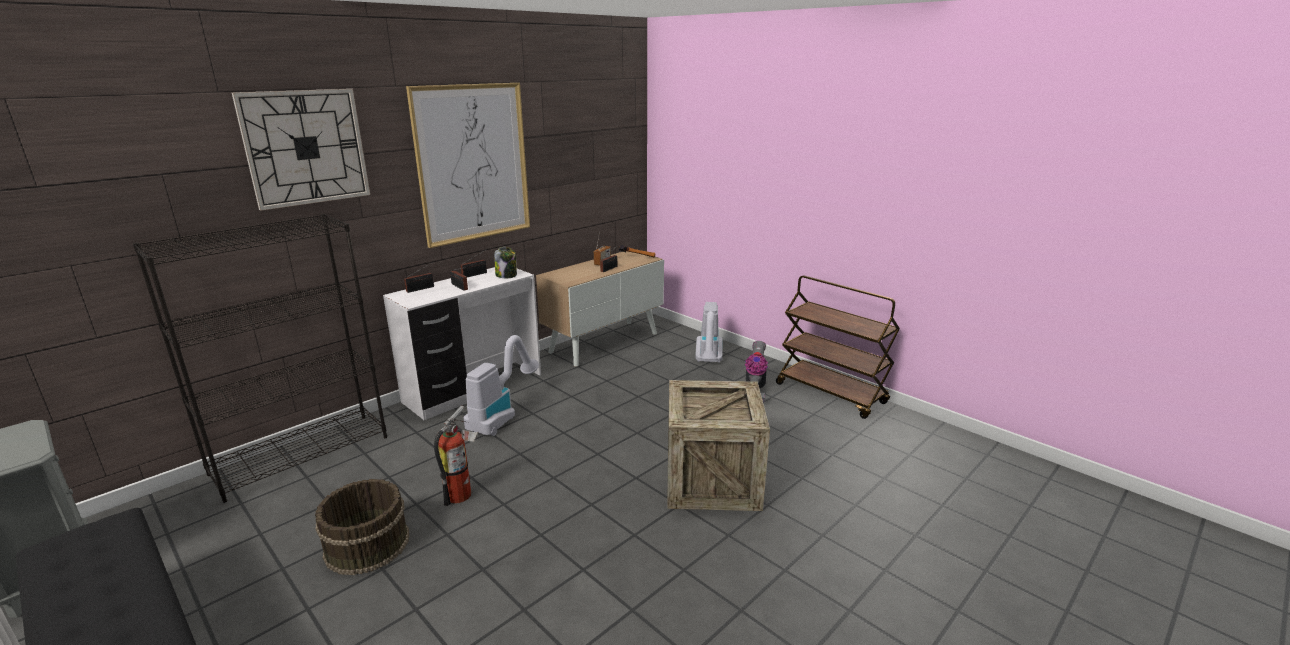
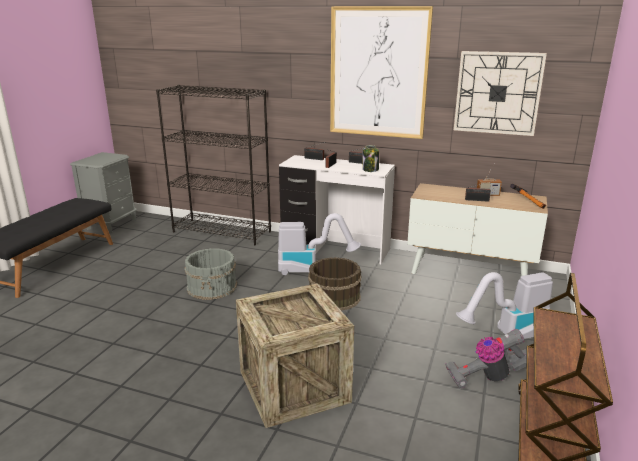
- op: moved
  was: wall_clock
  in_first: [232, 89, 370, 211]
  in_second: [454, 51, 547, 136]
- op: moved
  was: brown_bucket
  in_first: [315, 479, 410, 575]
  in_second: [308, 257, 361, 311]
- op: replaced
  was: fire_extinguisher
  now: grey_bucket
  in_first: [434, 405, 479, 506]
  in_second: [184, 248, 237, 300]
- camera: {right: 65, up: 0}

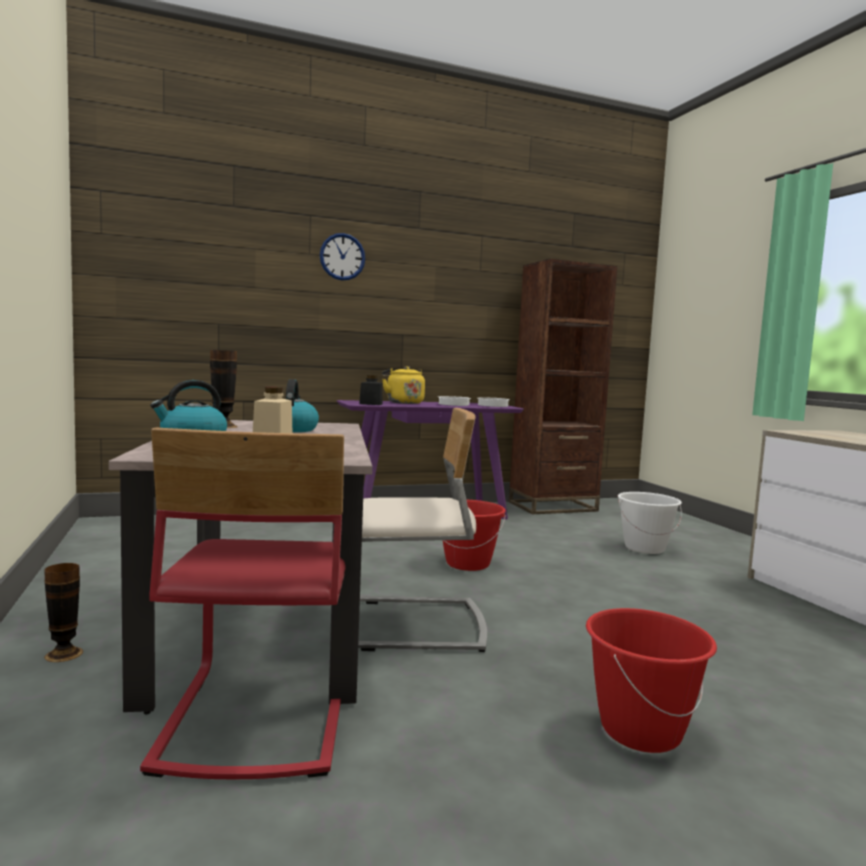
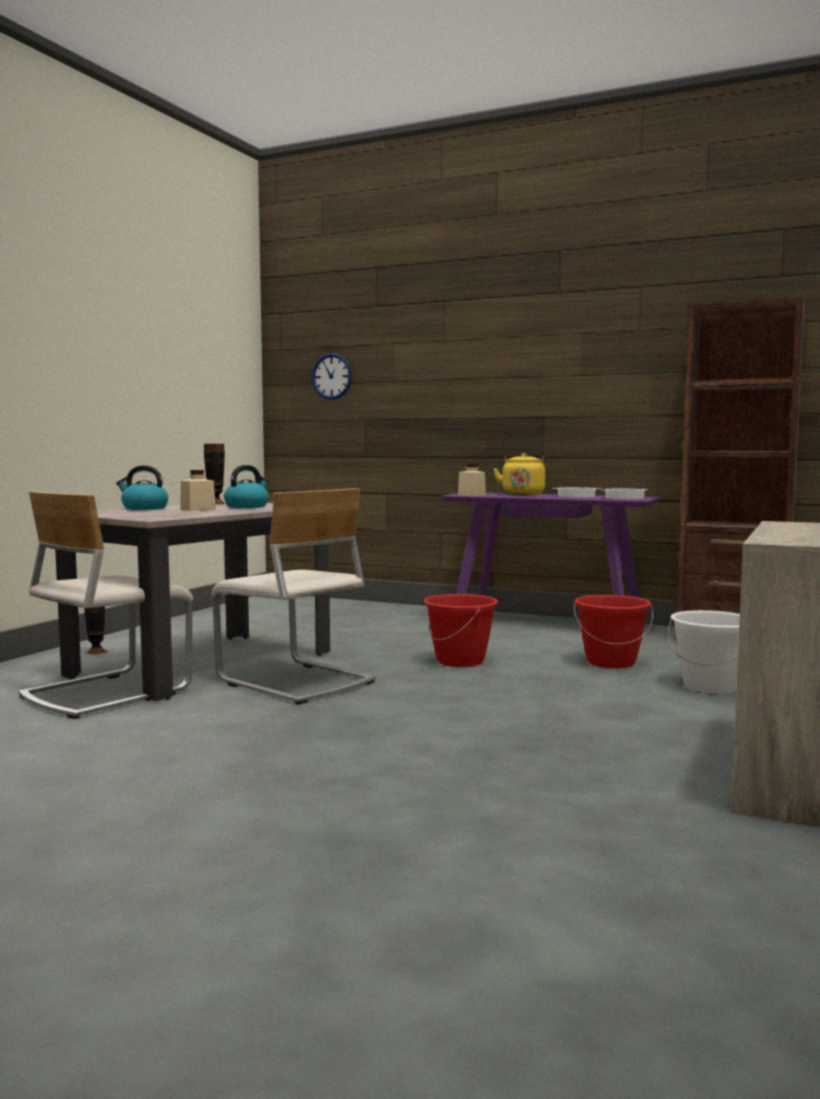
- op: moved
  was: wall_clock
  in_first: [320, 233, 365, 281]
  in_second: [312, 353, 352, 400]
- op: moved
  was: red_bucket
  in_first: [586, 608, 717, 753]
  in_second: [573, 595, 653, 668]
- op: recoloured
  was: red_chair
  now: beige_chair
  in_first: [140, 428, 346, 779]
  in_second: [18, 491, 193, 719]
- op: recoloured
  was: black_jar
  now: beige_jar
  in_first: [359, 375, 382, 405]
  in_second: [458, 464, 486, 496]
- camera: {right: 45, up: 0}

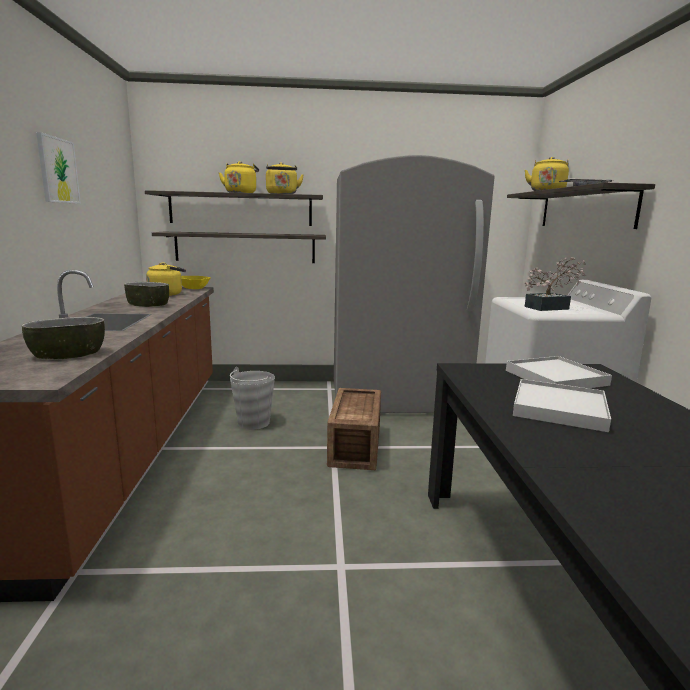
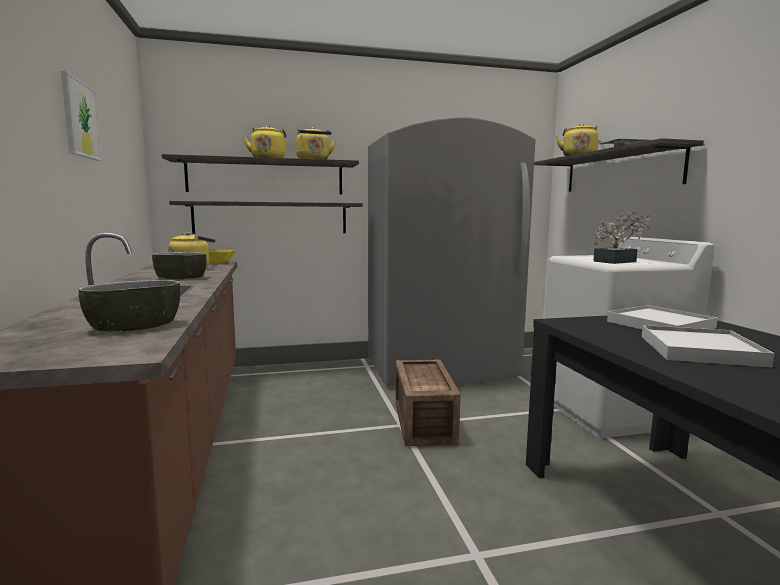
- op: removed
  was: grey_bucket
  in_first: [230, 367, 275, 430]
- camera: {right: -10, up: -5}

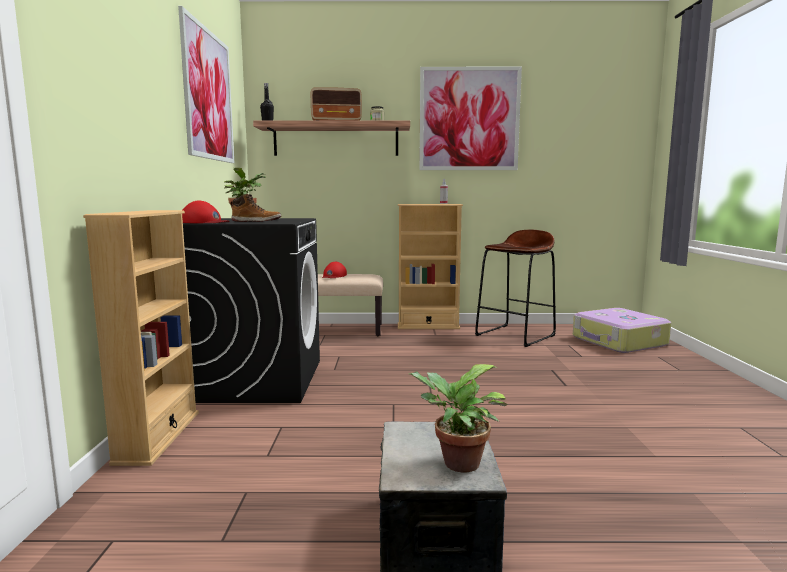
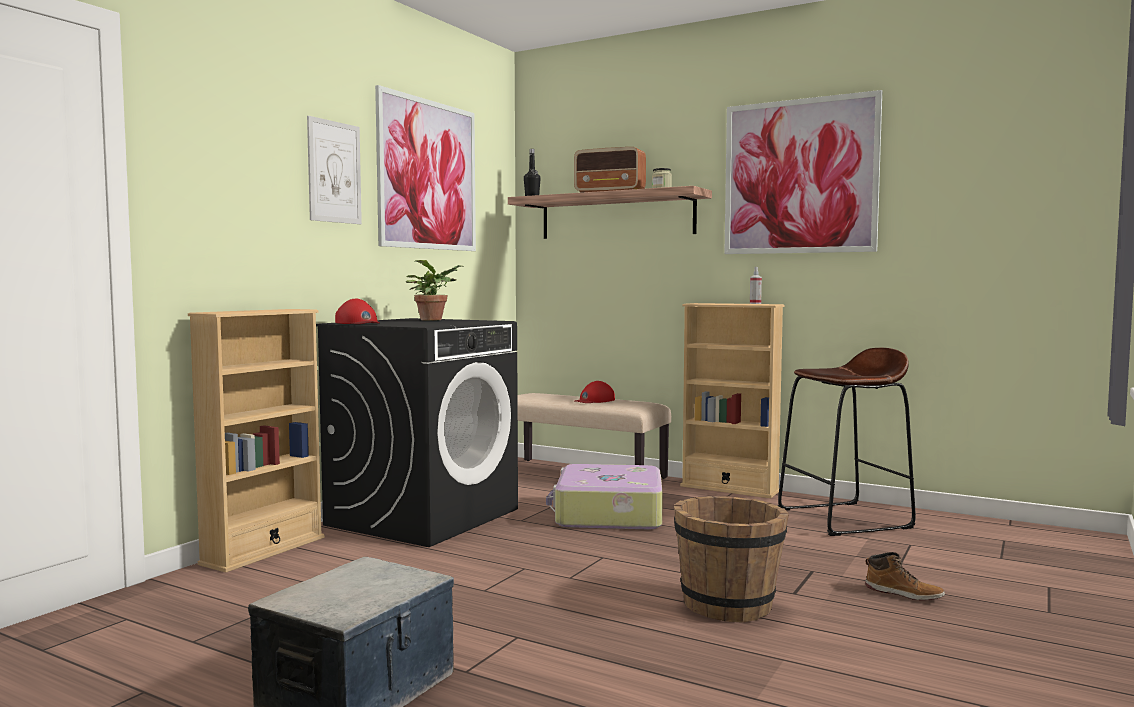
- op: removed
  was: potted_plant
  in_first: [409, 364, 507, 473]
- op: added
  now: picture
  in_second: [307, 116, 362, 224]
- op: added
  now: brown_bucket
  in_second: [674, 496, 789, 623]
- op: moved
  was: boot
  in_first: [230, 194, 281, 222]
  in_second: [865, 552, 945, 601]
- op: moved
  was: suitcase
  in_first: [573, 308, 671, 353]
  in_second: [546, 464, 663, 529]
- camera: {right: 30, up: -5}

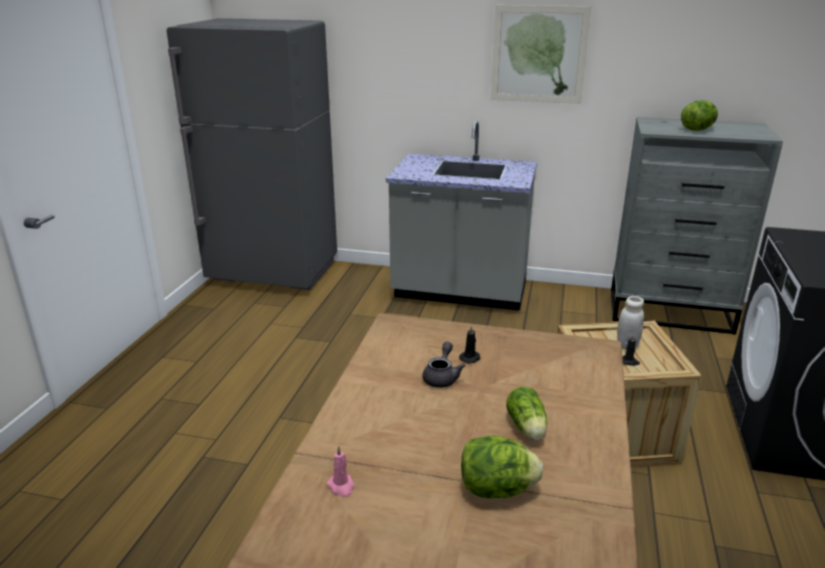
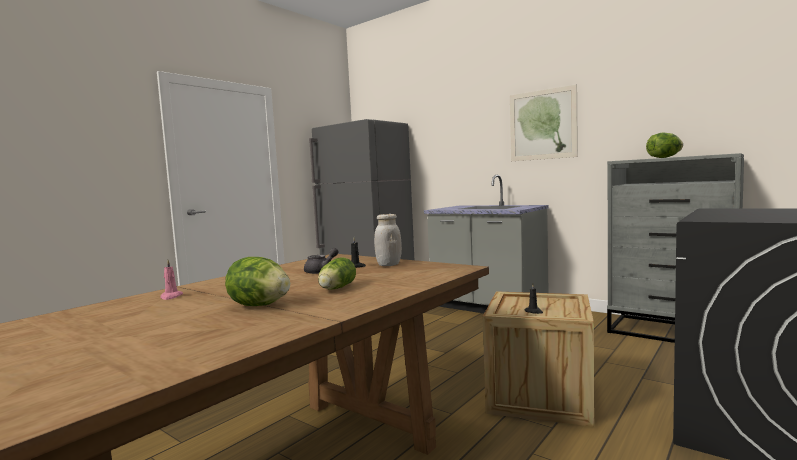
- op: moved
  was: white_jar
  in_first: [617, 296, 644, 350]
  in_second: [374, 214, 402, 266]
- camera: {right: 25, up: -20}

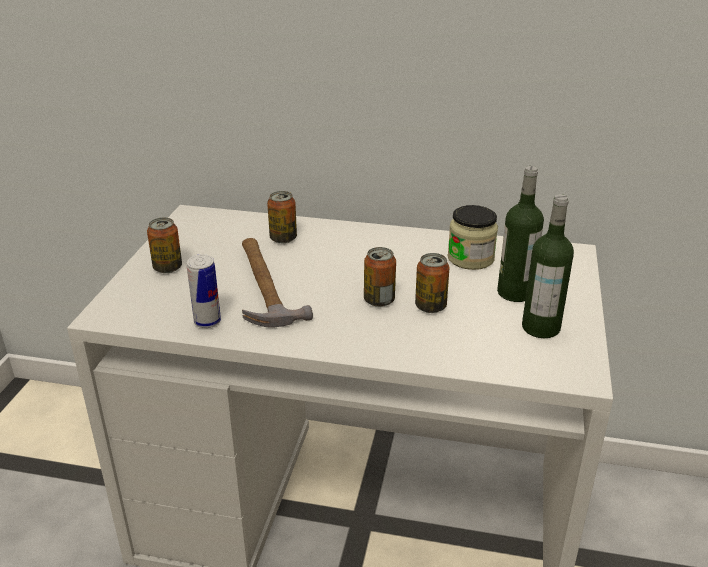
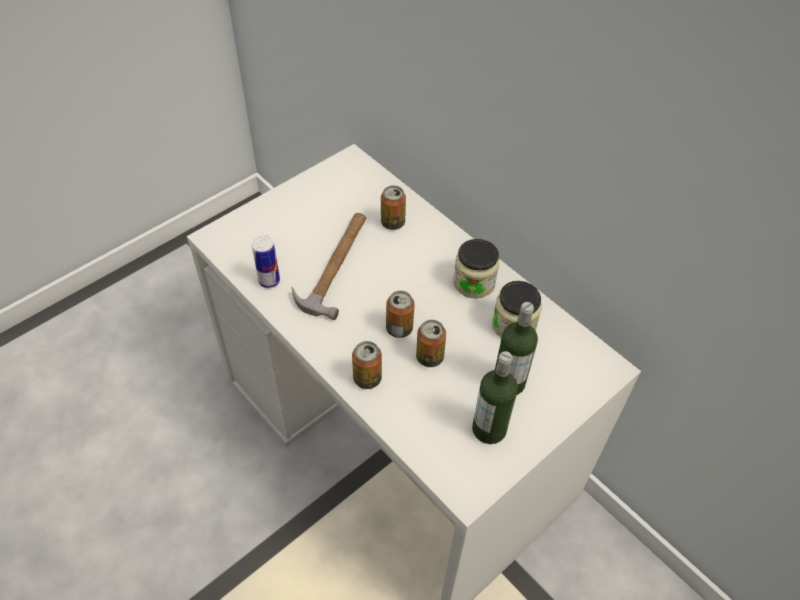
- op: added
  now: jar
  in_second: [453, 239, 499, 299]
- op: moved
  was: can
  in_first: [147, 218, 182, 273]
  in_second: [352, 341, 382, 389]
- camera: {right: 35, up: 20}

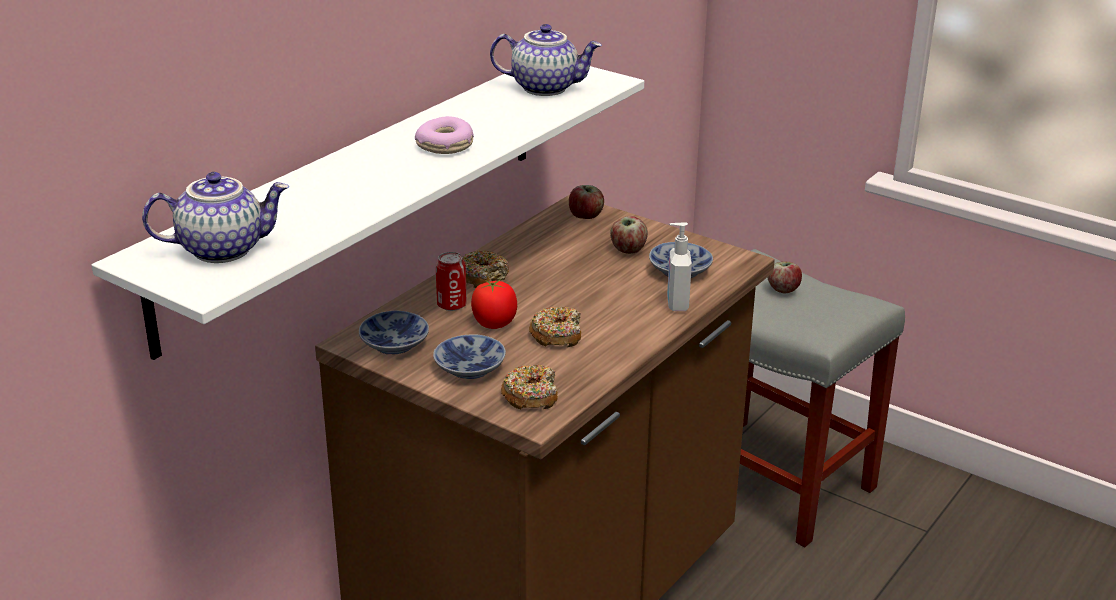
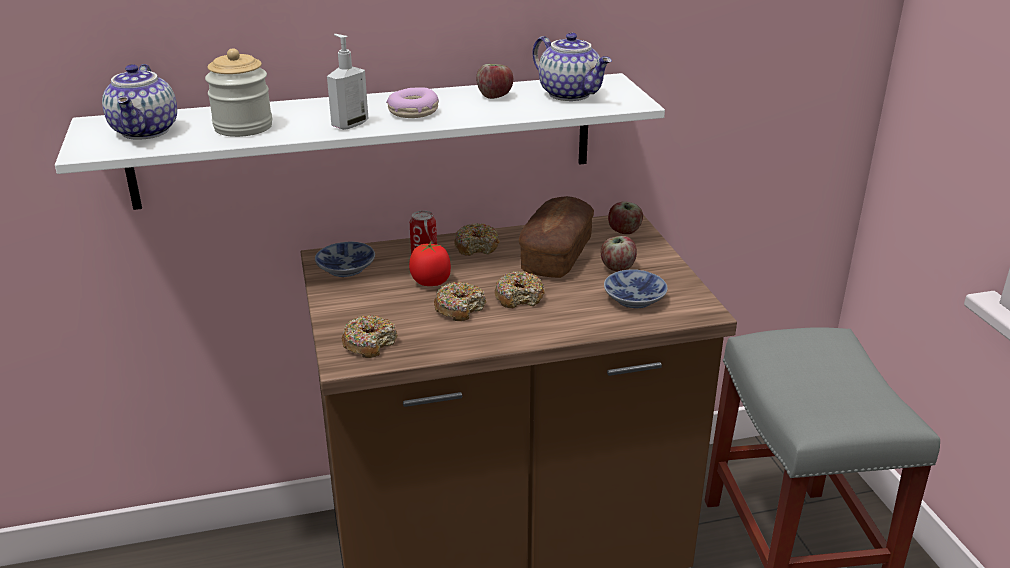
- op: removed
  was: bowl
  in_first: [433, 335, 506, 379]
- op: added
  now: jar
  in_second: [205, 48, 273, 137]
- op: added
  now: donut
  in_second: [495, 271, 545, 308]
- op: added
  now: bread
  in_second: [519, 196, 594, 278]
- op: moved
  was: soap_dispenser
  in_first: [667, 222, 692, 311]
  in_second: [327, 34, 368, 130]
- op: moved
  was: apple
  in_first: [767, 261, 802, 293]
  in_second: [476, 64, 513, 99]
- op: turned
  was: teapot
  in_first: [142, 172, 289, 263]
  in_second: [102, 64, 177, 140]
  clockwise: 60
- camera: {right: 40, up: 0}

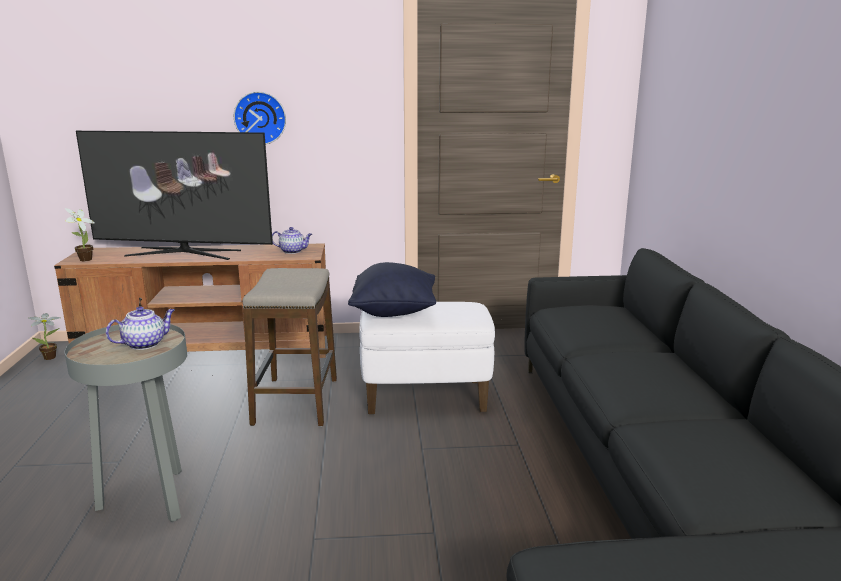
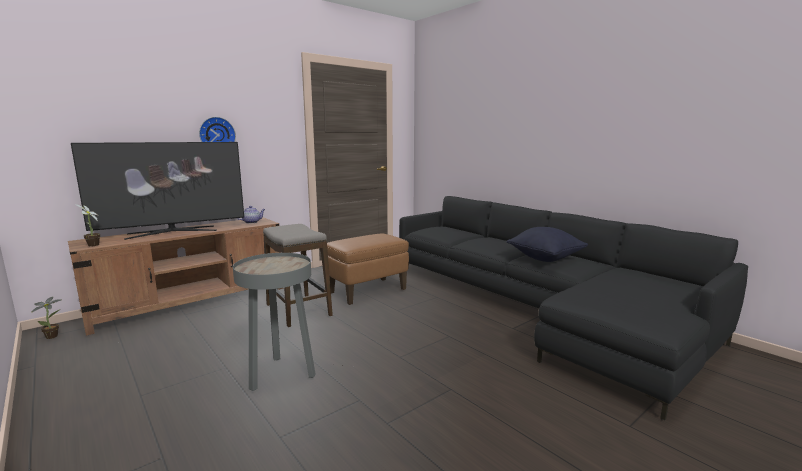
- op: removed
  was: teapot
  in_first: [106, 306, 174, 350]
- op: moved
  was: black_pillow
  in_first: [348, 262, 436, 317]
  in_second: [507, 227, 588, 262]
- op: recoloured
  was: white_ottoman
  now: brown_ottoman
  in_first: [359, 302, 495, 414]
  in_second: [327, 234, 409, 305]
- camera: {right: -35, up: -5}

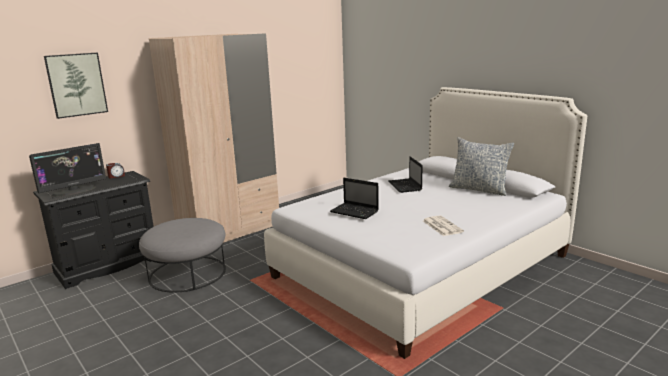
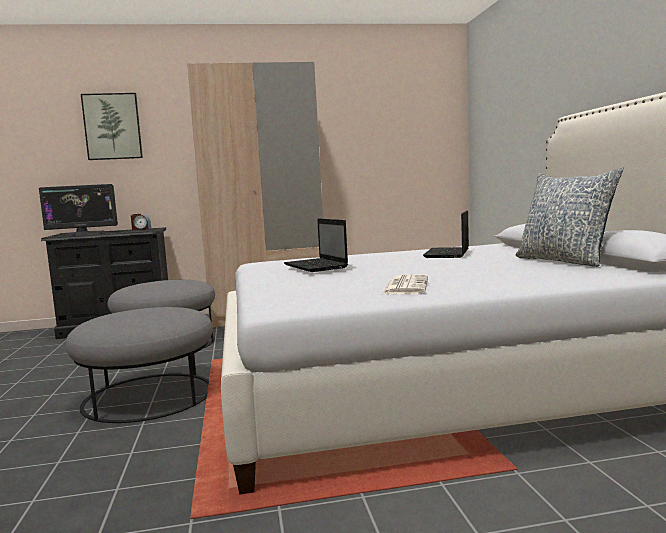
- op: added
  now: grey_ottoman
  in_second: [65, 307, 213, 423]
- camera: {right: 30, up: -10}

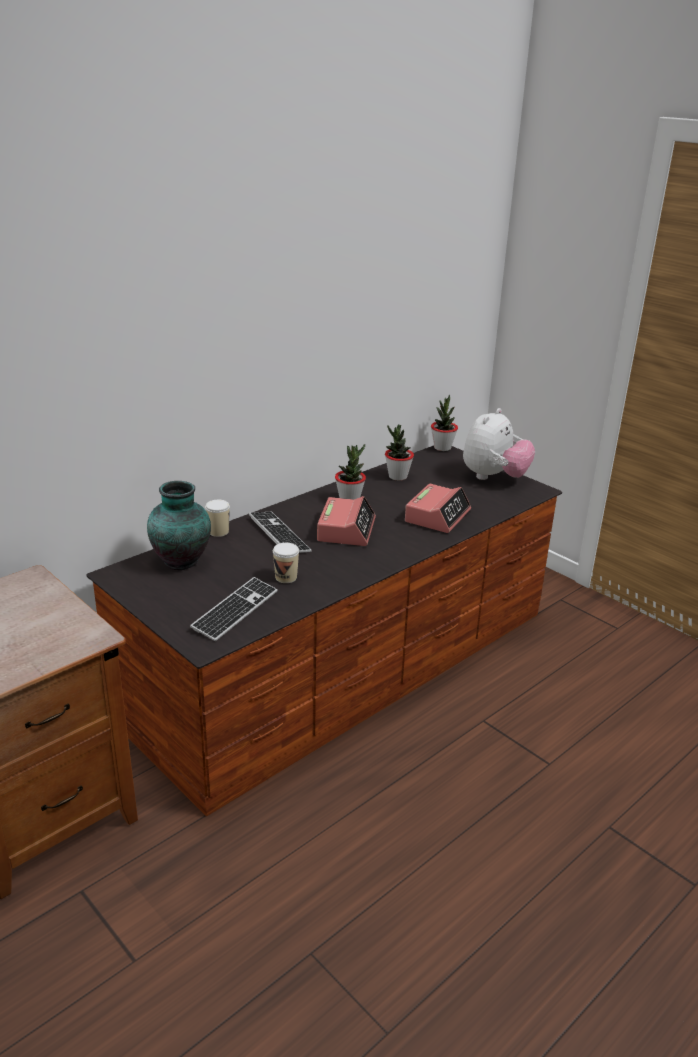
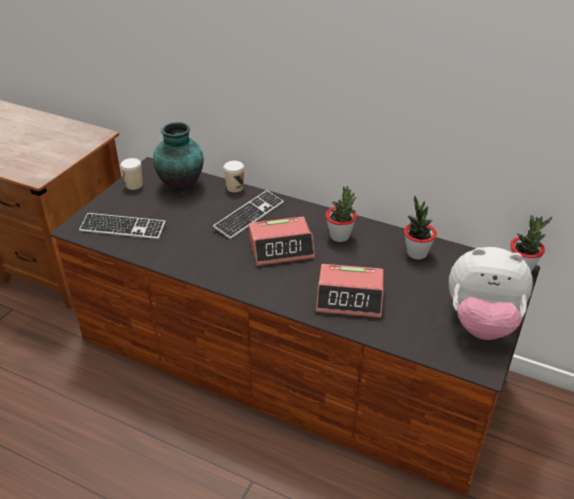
- op: moved
  was: cup
  in_first: [273, 543, 299, 583]
  in_second: [120, 158, 143, 190]
- camera: {right: 70, up: 10}

